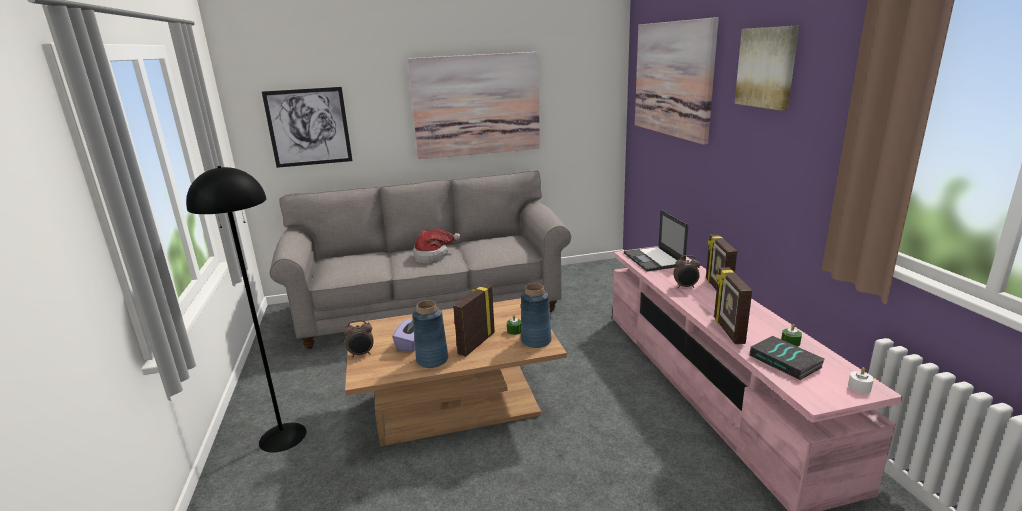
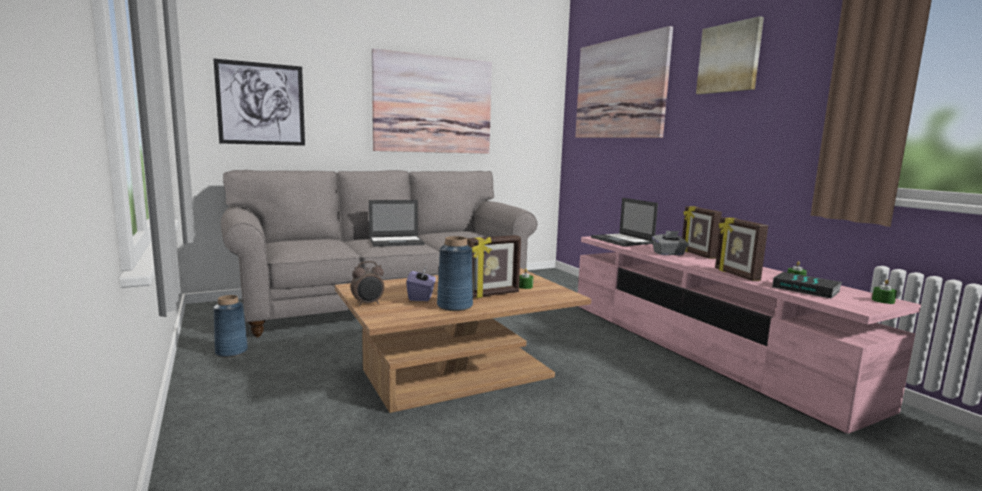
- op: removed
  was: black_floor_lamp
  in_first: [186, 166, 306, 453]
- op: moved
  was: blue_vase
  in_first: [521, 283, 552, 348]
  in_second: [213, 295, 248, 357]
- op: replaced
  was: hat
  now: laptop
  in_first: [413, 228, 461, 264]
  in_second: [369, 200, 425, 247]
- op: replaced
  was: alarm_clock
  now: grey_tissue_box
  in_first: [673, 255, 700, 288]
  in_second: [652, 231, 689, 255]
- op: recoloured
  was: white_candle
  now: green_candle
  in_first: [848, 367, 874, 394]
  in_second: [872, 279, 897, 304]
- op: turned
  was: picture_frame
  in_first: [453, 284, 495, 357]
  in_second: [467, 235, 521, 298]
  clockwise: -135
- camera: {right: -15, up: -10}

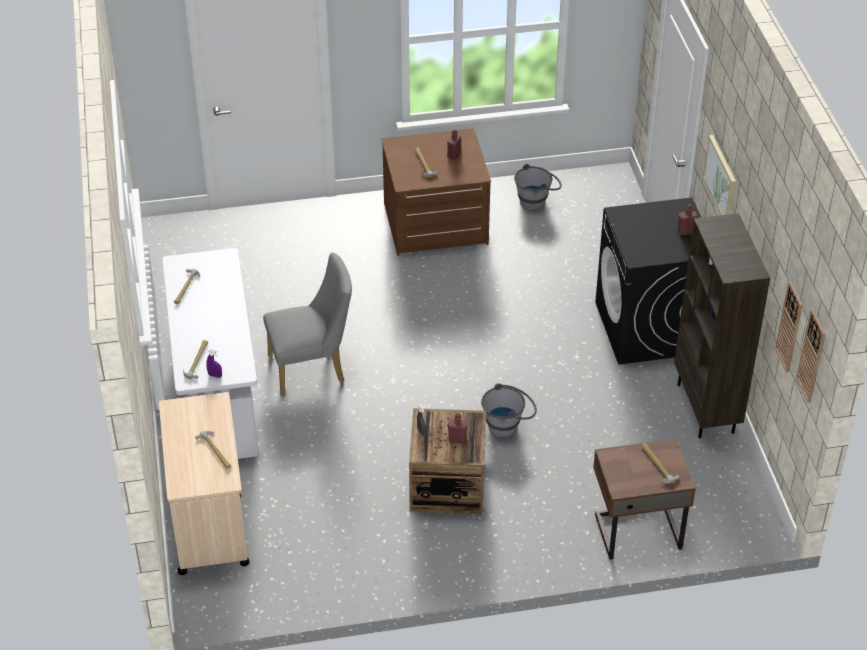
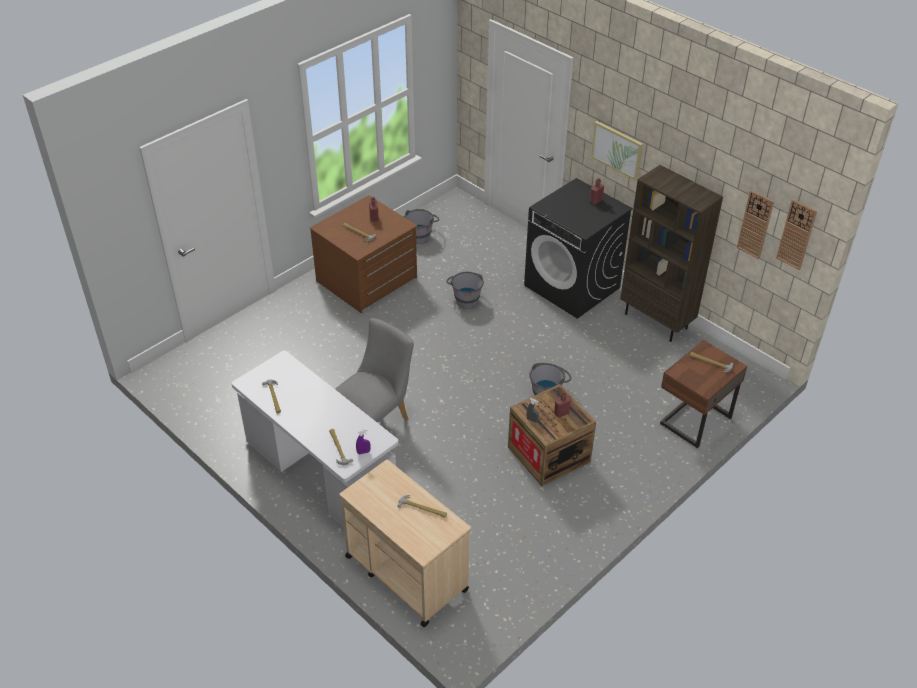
- op: added
  now: grey_bucket
  in_second: [446, 272, 484, 309]
- camera: {right: -35, up: 0}

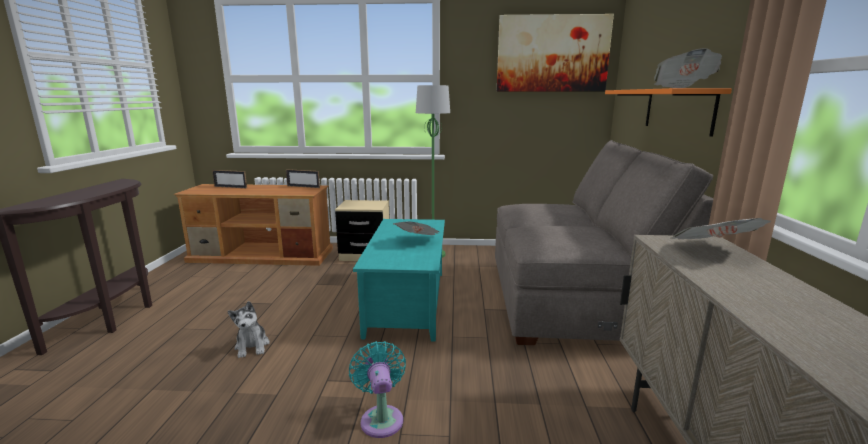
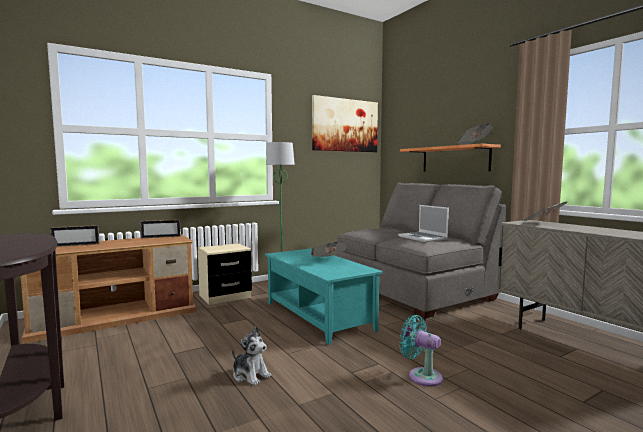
- op: added
  now: laptop
  in_second: [398, 205, 449, 242]
- camera: {right: -35, up: -10}

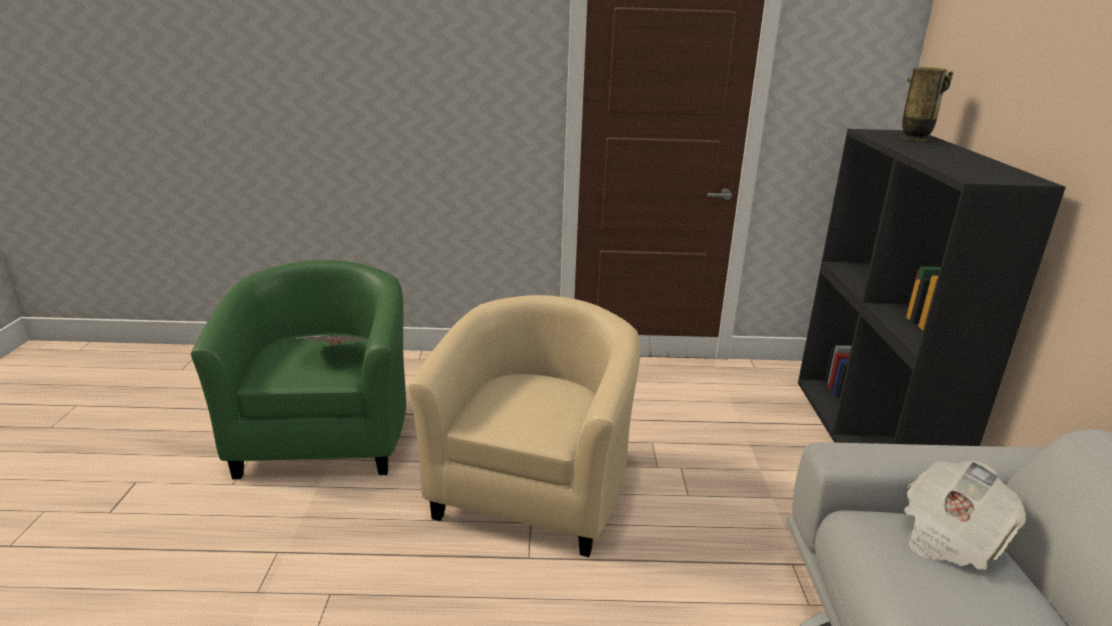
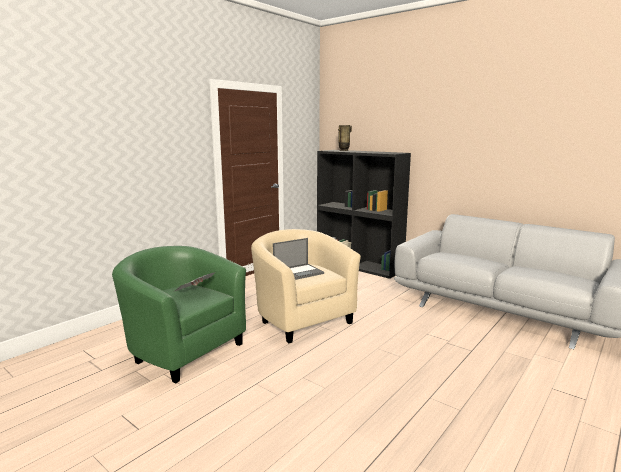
- op: removed
  was: newspaper
  in_first: [904, 461, 1026, 570]
- op: added
  now: laptop
  in_second: [273, 238, 324, 280]
- camera: {right: -50, up: -10}

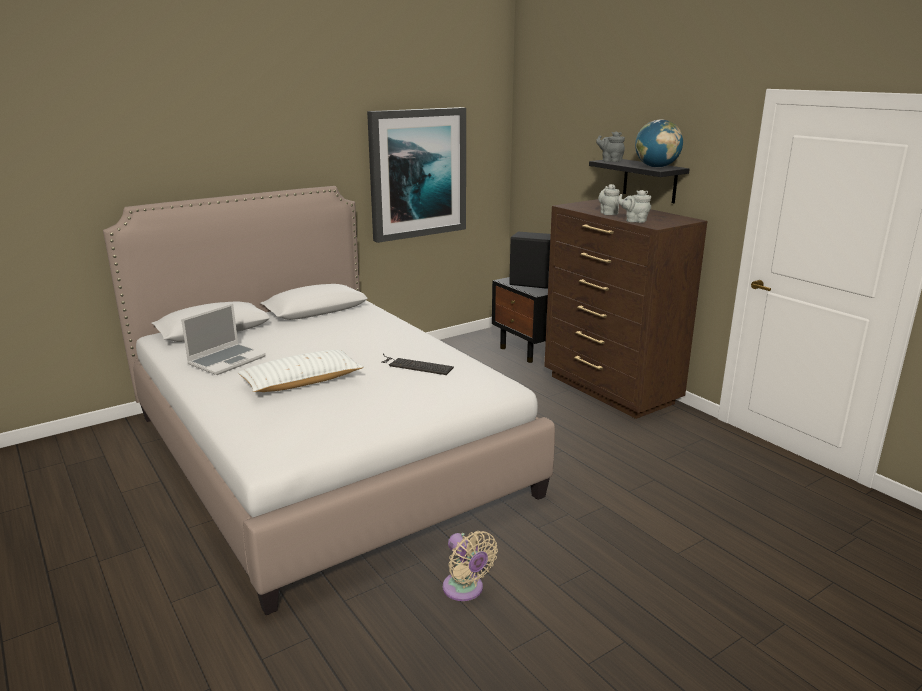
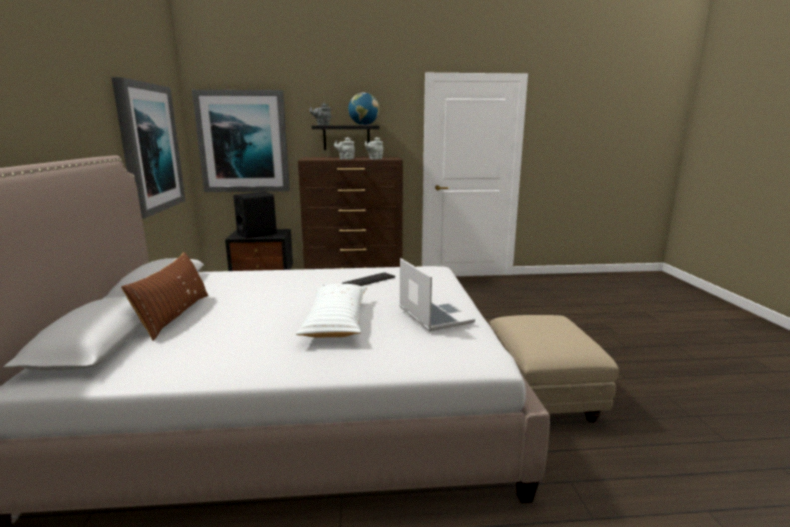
- op: added
  now: brown_pillow
  in_second: [121, 252, 208, 341]
- op: added
  now: picture
  in_second: [192, 90, 290, 192]
- op: moved
  was: laptop
  in_first: [181, 304, 266, 375]
  in_second: [399, 258, 475, 332]
- op: replaced
  was: beige_fan
  now: beige_ottoman
  in_first: [443, 531, 498, 601]
  in_second: [489, 315, 619, 422]
- camera: {right: -60, up: -5}

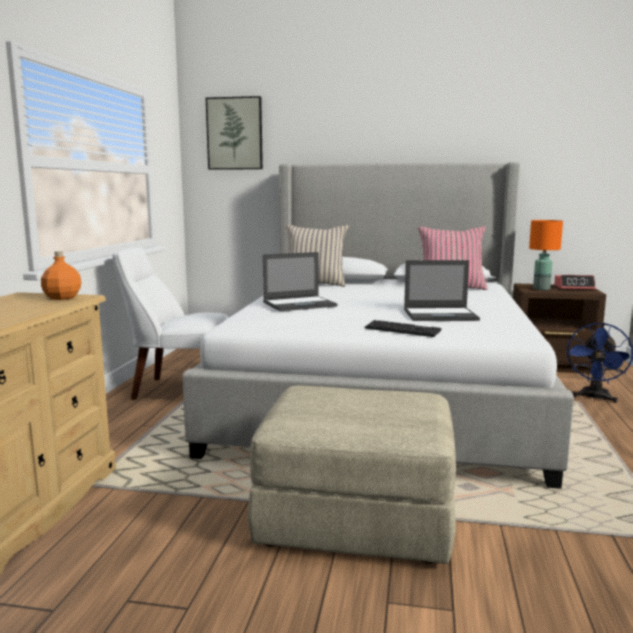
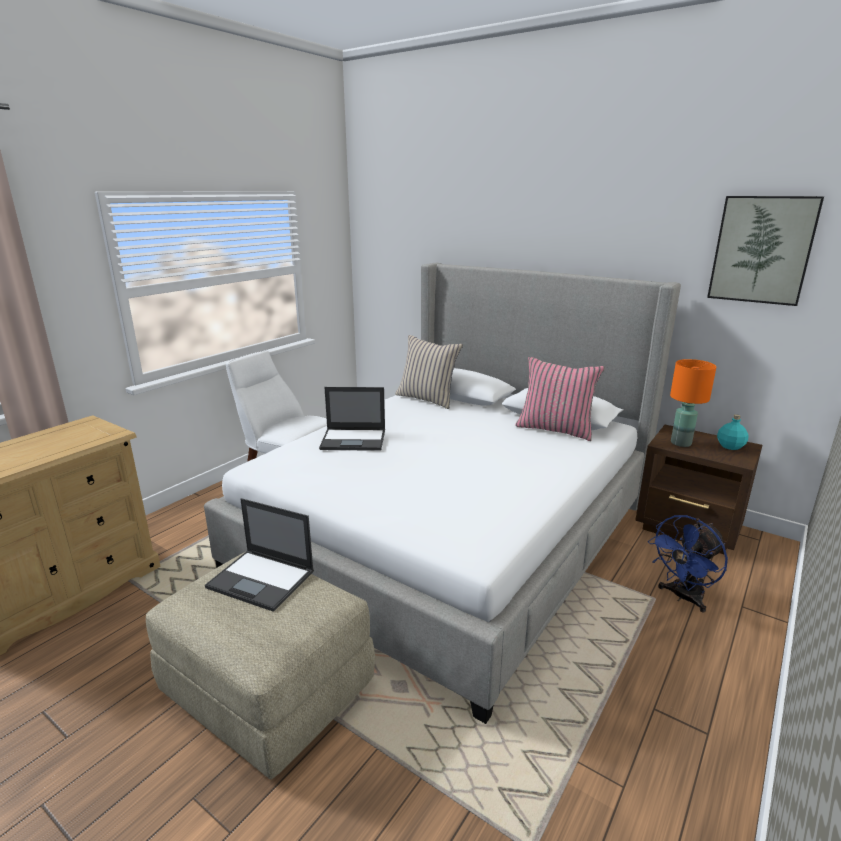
- op: removed
  was: orange_bottle
  in_first: [41, 251, 81, 300]
- op: removed
  was: keyboard
  in_first: [365, 320, 442, 337]
- op: moved
  was: picture
  in_first: [206, 96, 263, 170]
  in_second: [707, 196, 824, 306]
- op: moved
  was: laptop
  in_first: [404, 260, 480, 321]
  in_second: [205, 498, 314, 612]
- op: replaced
  was: alarm_clock
  now: turquoise_bottle
  in_first: [554, 275, 596, 290]
  in_second: [717, 414, 749, 450]
- camera: {right: 25, up: 10}

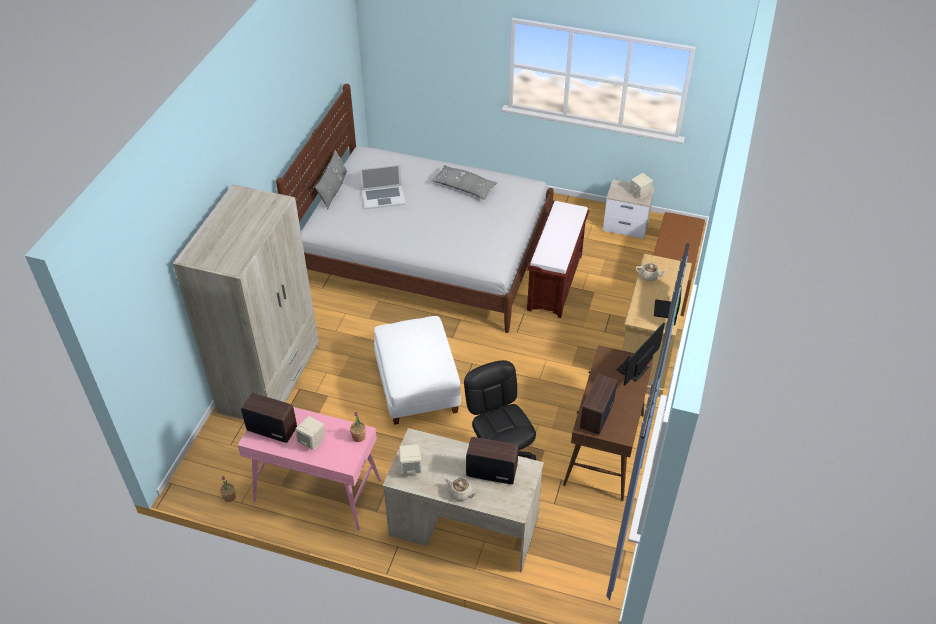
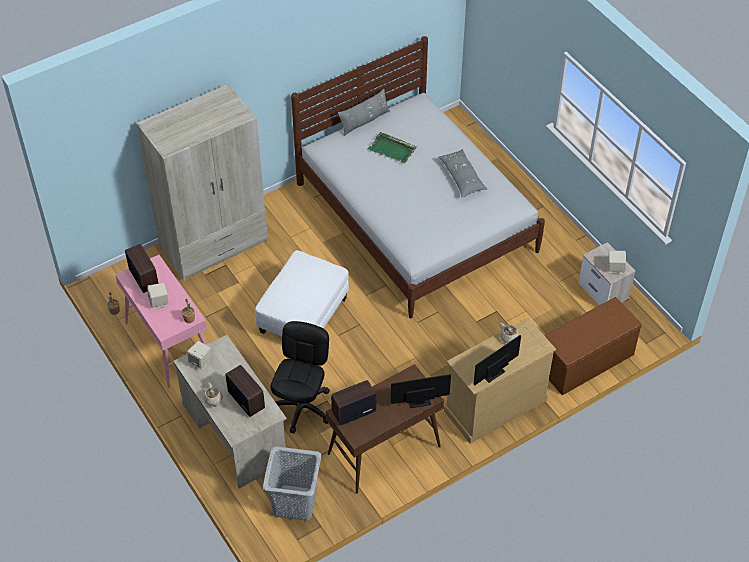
- op: removed
  was: brown_bench
  in_first: [527, 201, 589, 318]
- op: added
  now: grey_laundry_basket
  in_second: [263, 446, 322, 521]
- op: replaced
  was: laptop
  now: green_tray
  in_first: [359, 164, 406, 209]
  in_second: [367, 132, 417, 163]
- camera: {right: 40, up: 5}

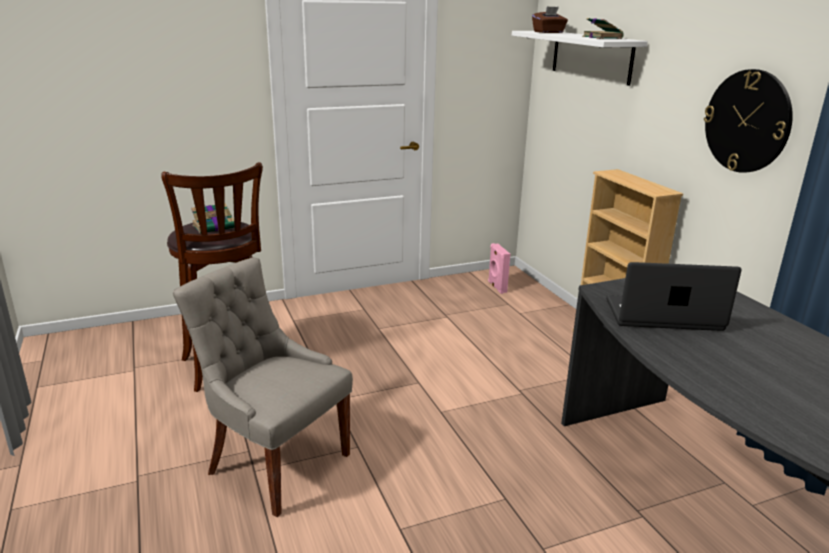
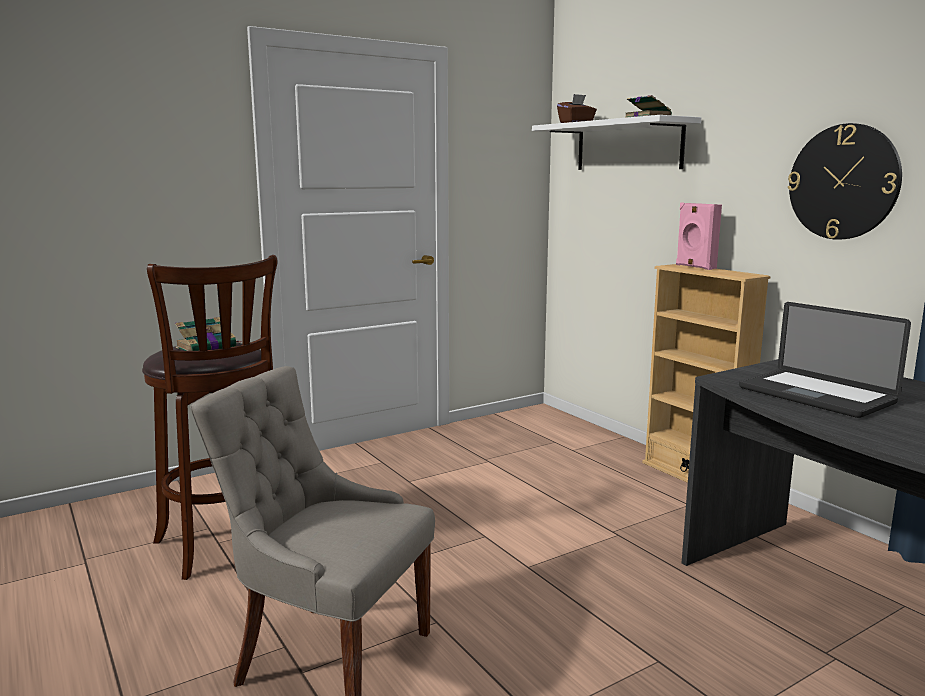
- op: moved
  was: pink_speaker
  in_first: [488, 243, 510, 294]
  in_second: [676, 203, 722, 270]
- op: turned
  was: laptop
  in_first: [606, 262, 742, 331]
  in_second: [739, 302, 911, 418]
  clockwise: -120
- camera: {right: -10, up: -10}

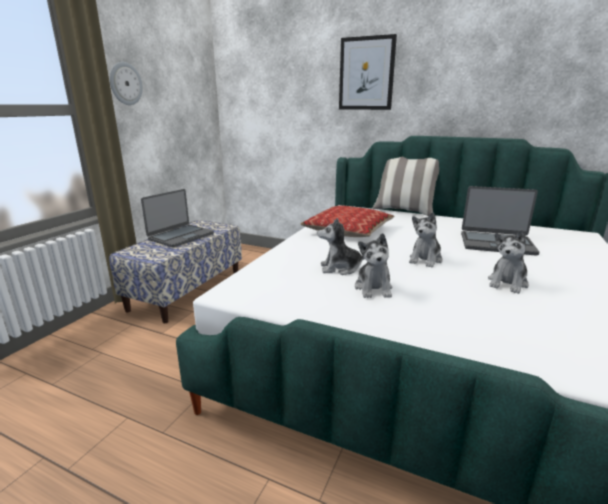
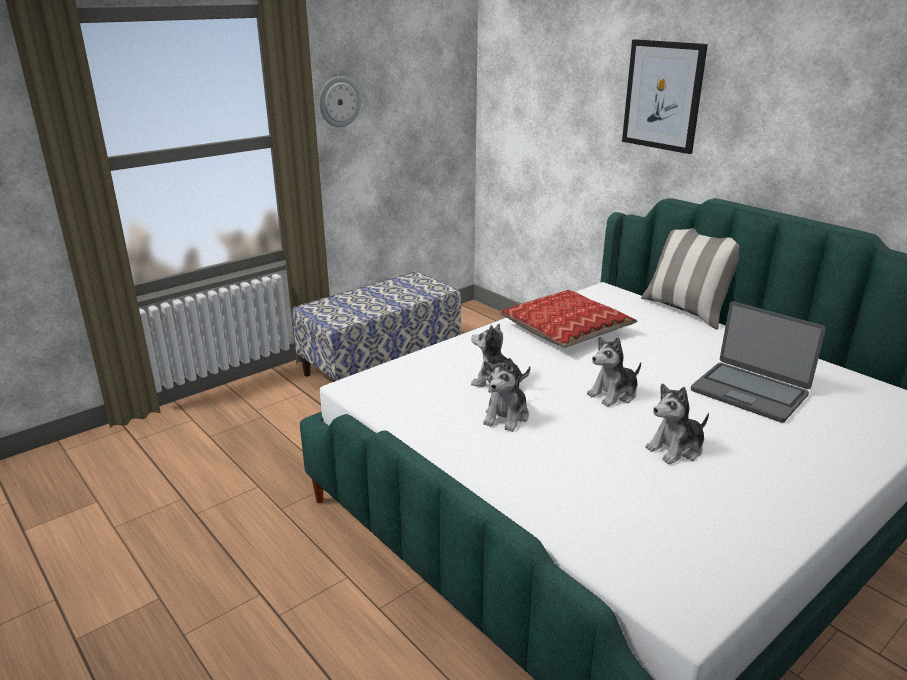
- op: removed
  was: laptop
  in_first: [141, 189, 214, 247]
- camera: {right: 25, up: 5}

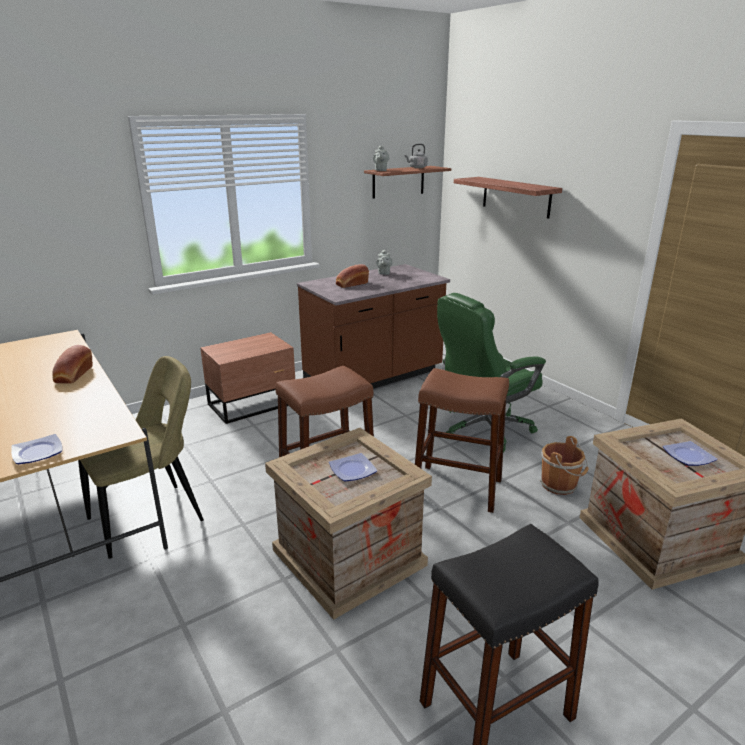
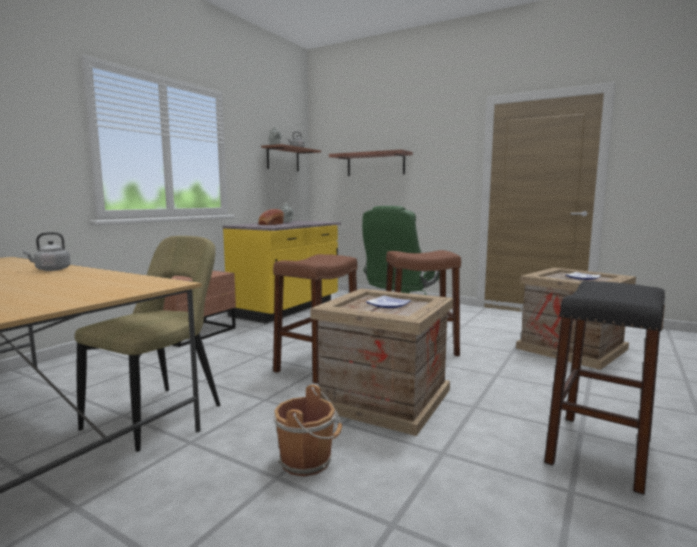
- op: removed
  was: plate
  in_first: [11, 434, 62, 464]
- op: moved
  was: brown_bucket
  in_first: [540, 436, 589, 495]
  in_second: [274, 385, 342, 476]
- op: replaced
  was: bread
  now: grey_kettle
  in_first: [53, 345, 93, 384]
  in_second: [23, 232, 71, 271]
- op: recoloured
  was: brown_counter
  now: yellow_counter
  in_first: [297, 264, 450, 389]
  in_second: [222, 221, 341, 323]
- camera: {right: -25, up: -15}

